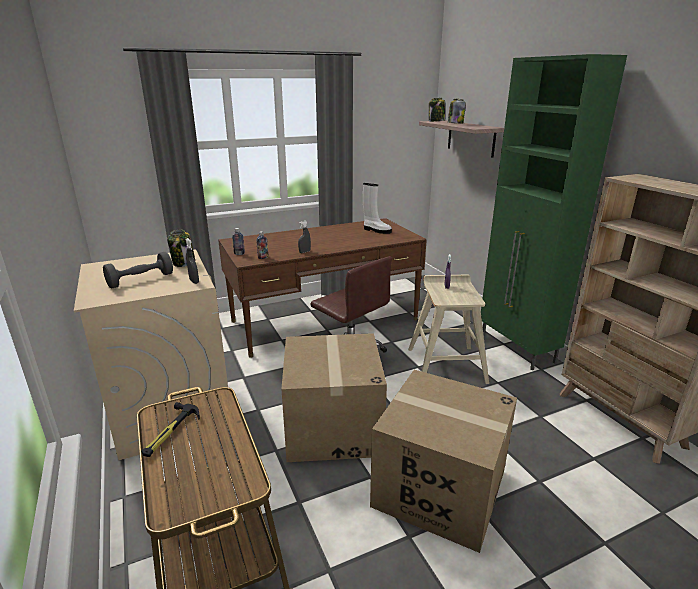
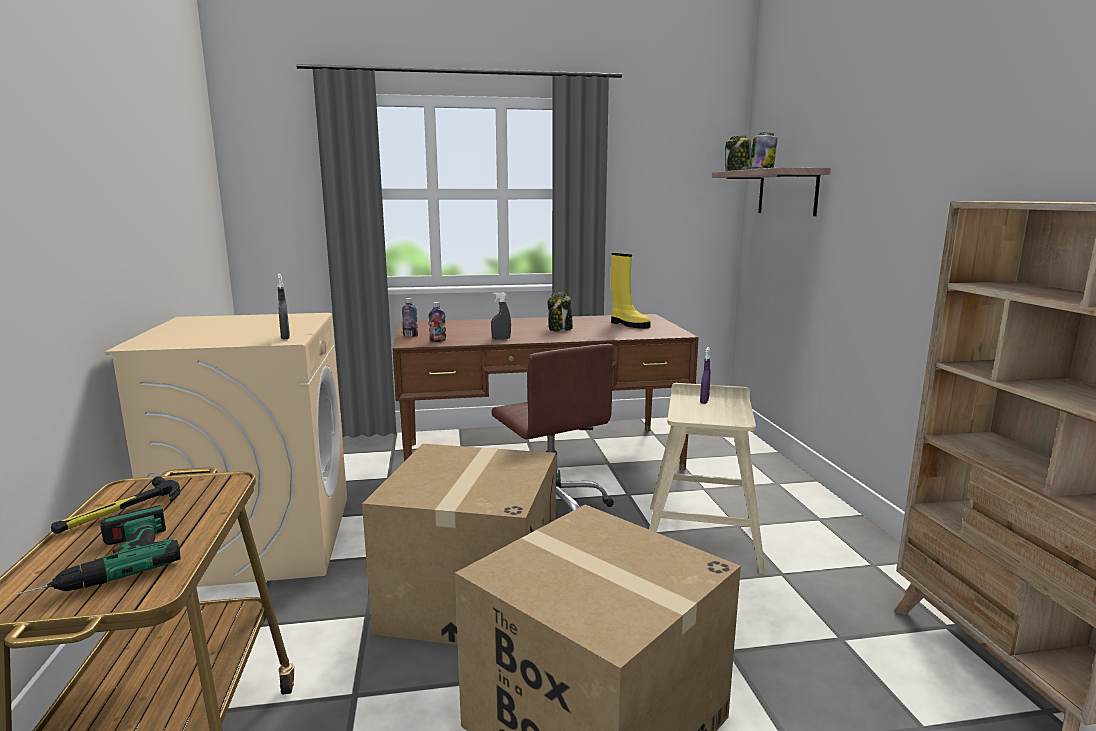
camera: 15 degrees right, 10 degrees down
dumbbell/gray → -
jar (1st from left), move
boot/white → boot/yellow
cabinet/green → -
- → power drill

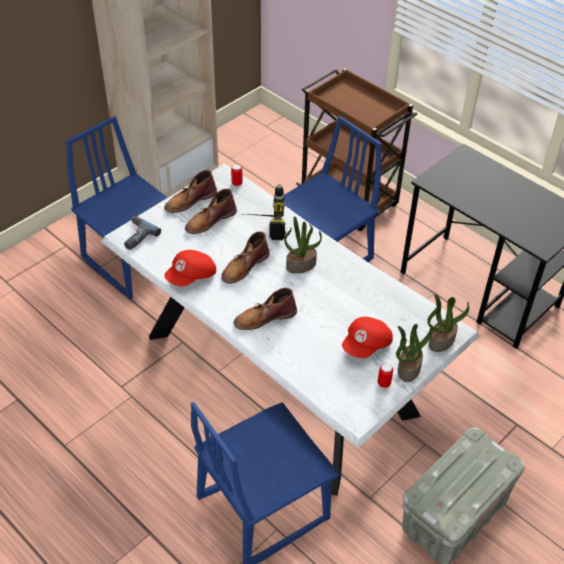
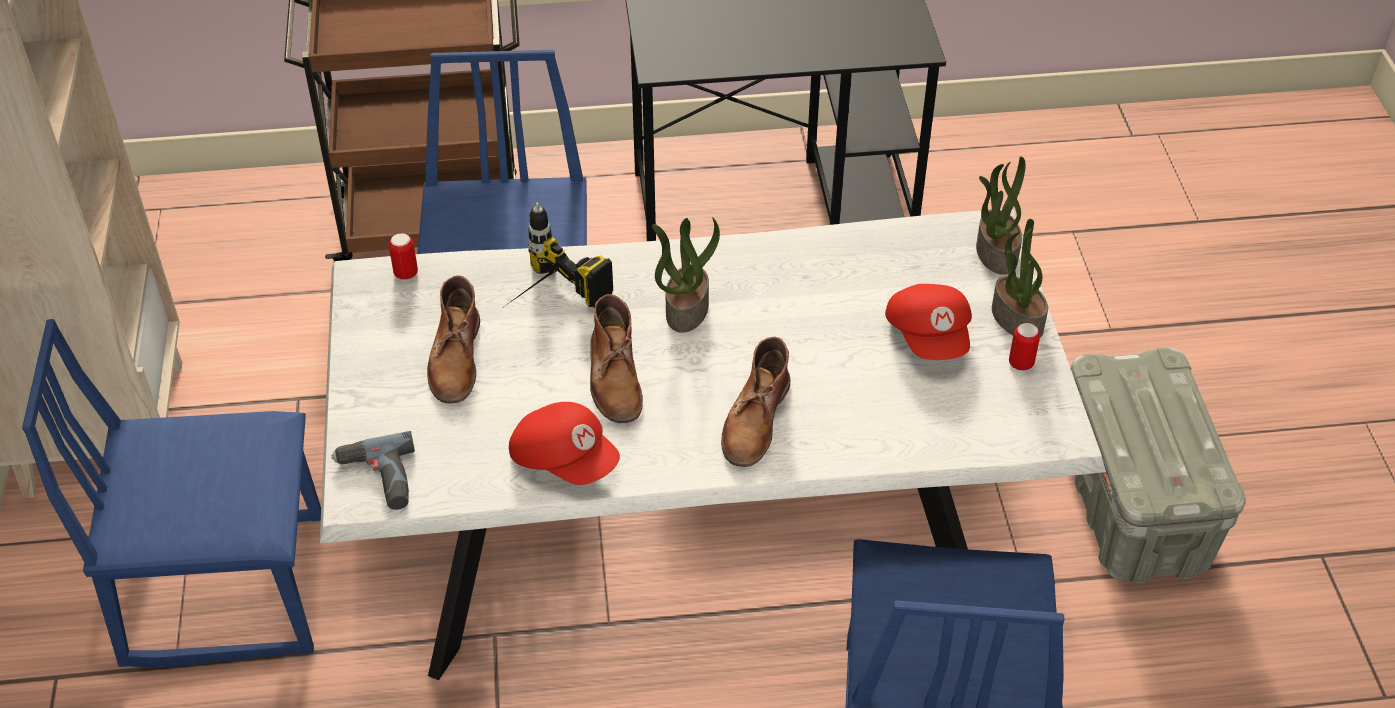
camera: 50 degrees left, 0 degrees up
boot/brown-coloured (1st from left) → -
baseball cap/red (1st from left), 45 degrees counterclockwise

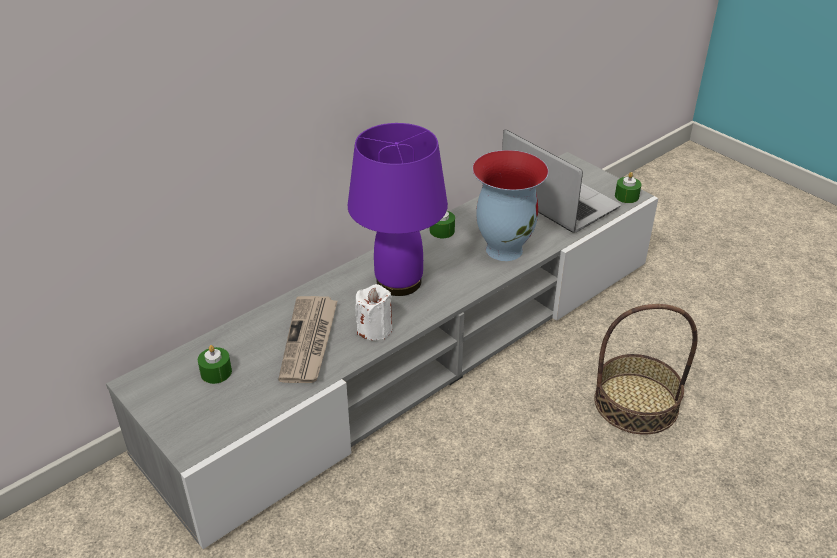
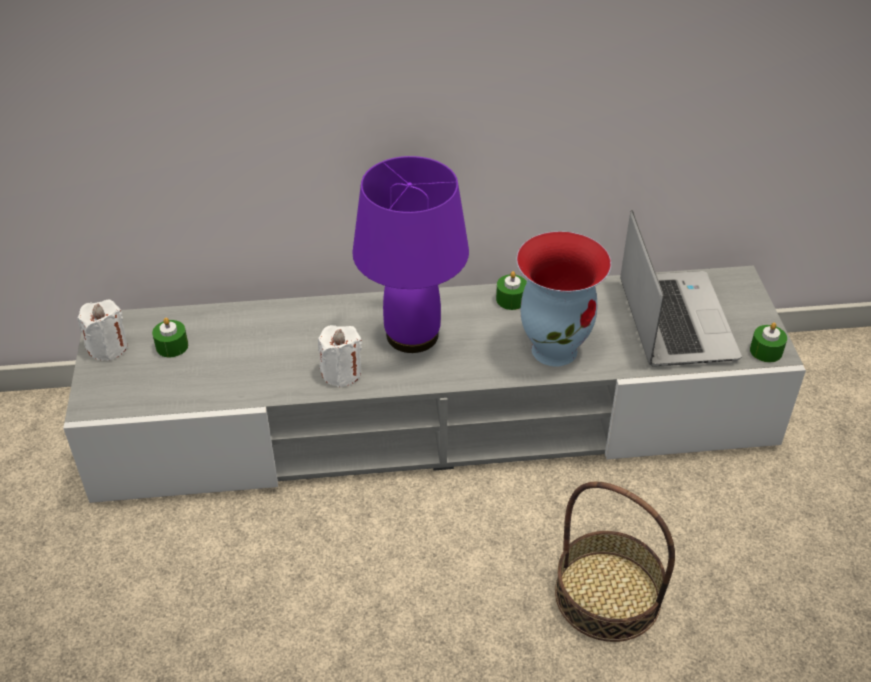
camera: 35 degrees right, 5 degrees up
newspaper → -
- → candle/white (1st from left)

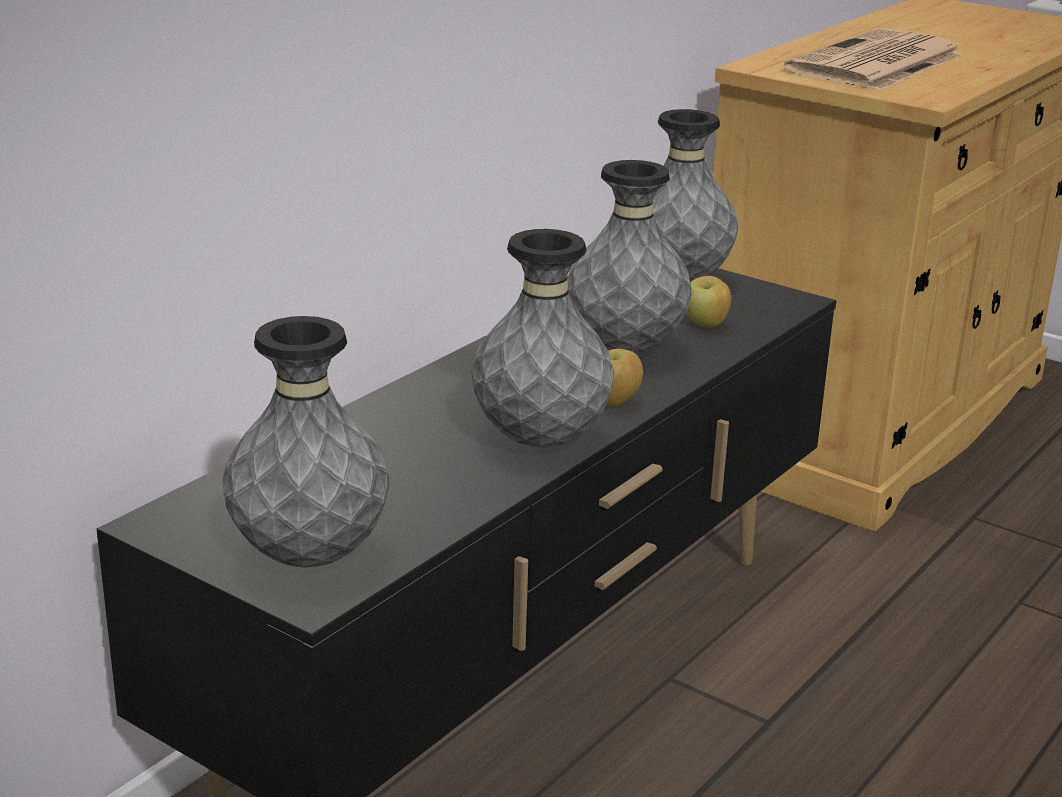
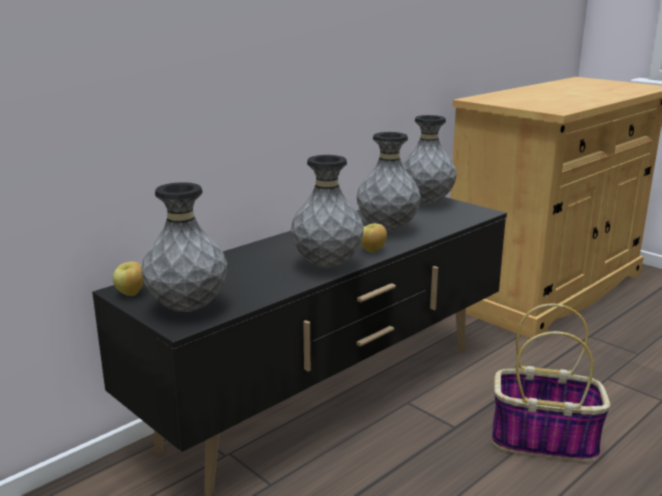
camera: 10 degrees right, 5 degrees down
whole apple (2nd from left in the first image) → whole apple (1st from left), move
newspaper → -
- → storage basket

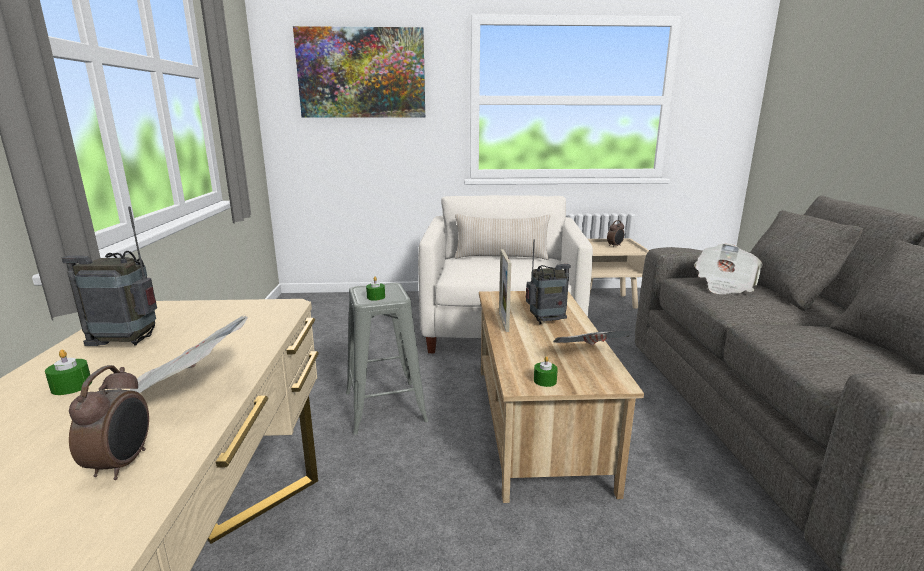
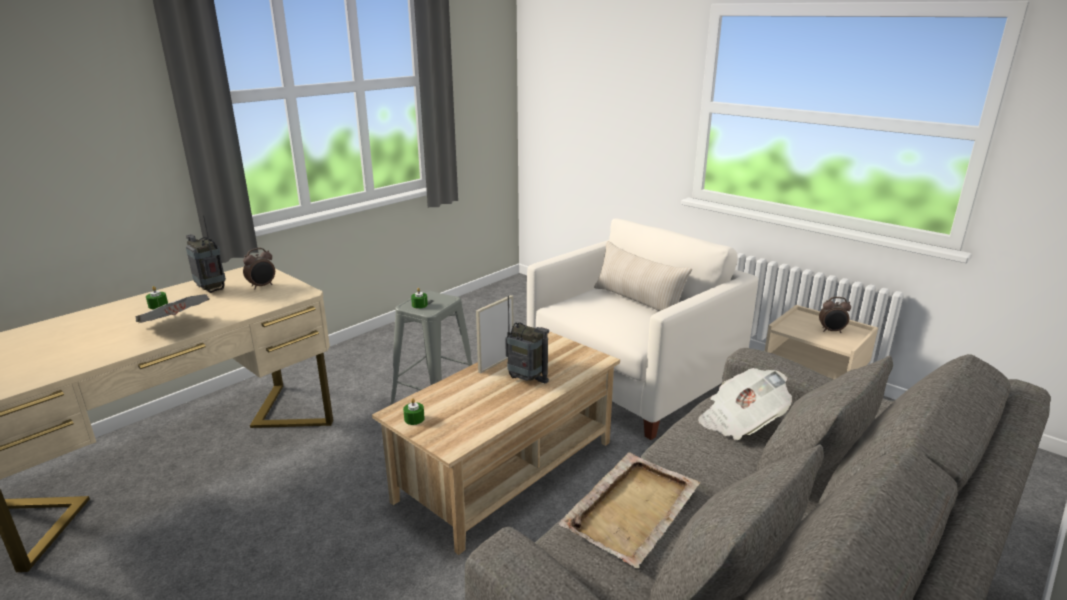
camera: 45 degrees right, 5 degrees up
alarm clock (1st from left), move
wall picture → -
newspaper (2nd from left) → -
- → tray/sand-coloured

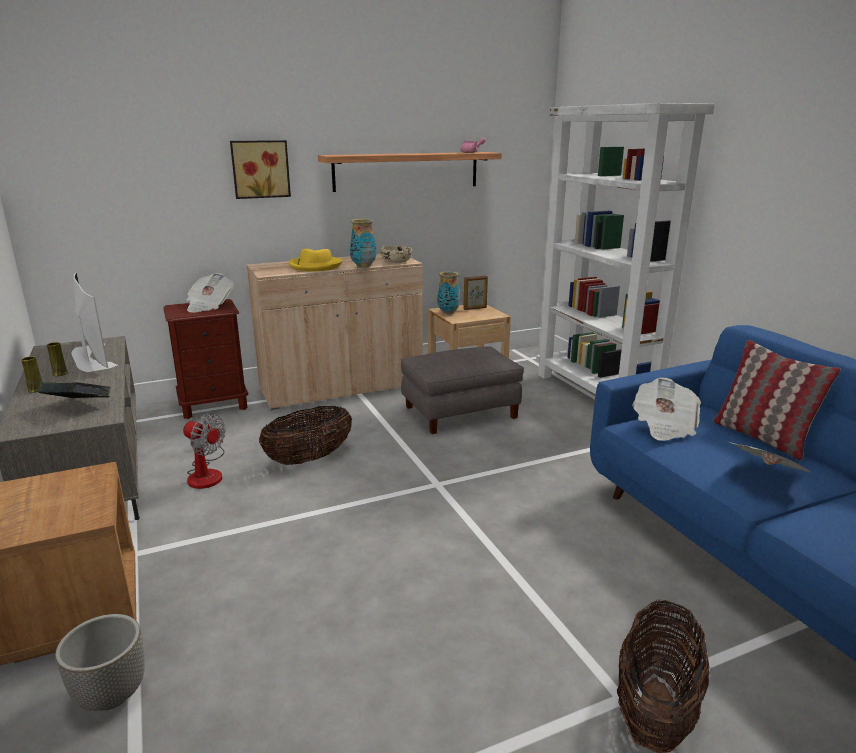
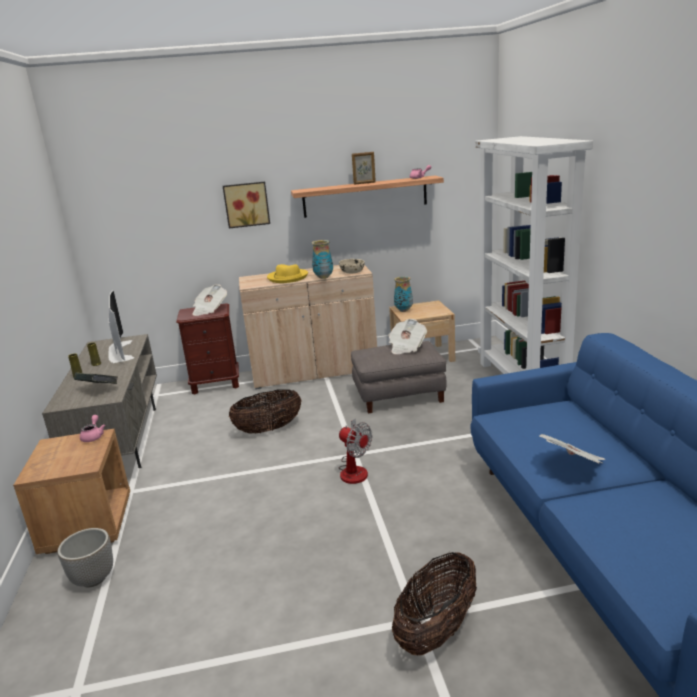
camera: 15 degrees right, 0 degrees up
fan, move
standing frame, move
newspaper (2nd from left), move
pillow → -
- → tea pot/pink (1st from left)

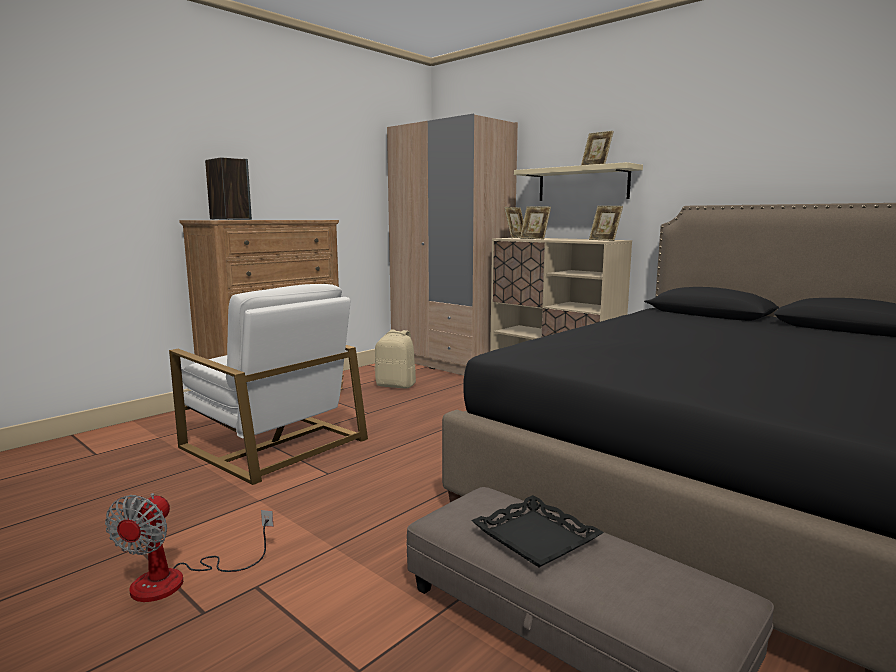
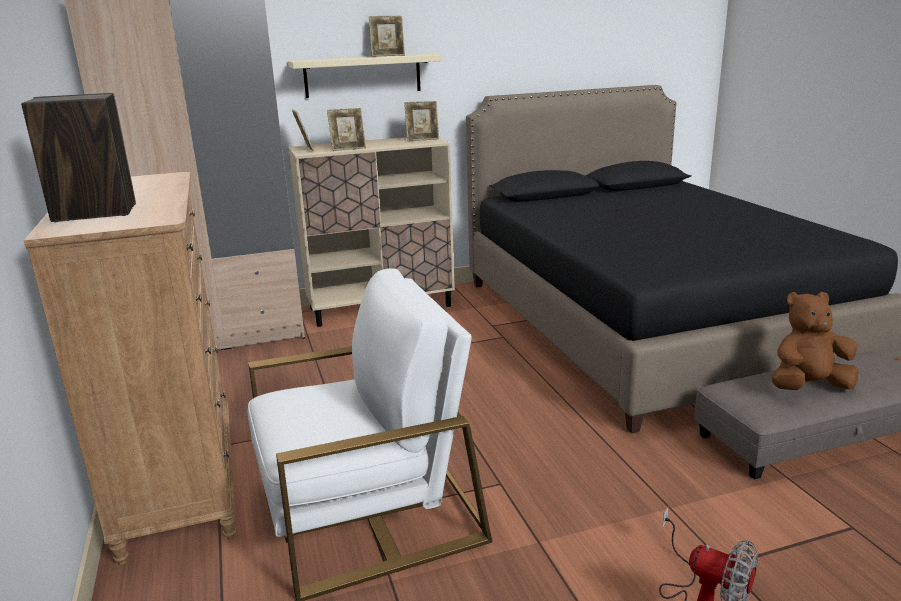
camera: 60 degrees left, 10 degrees up
rucksack/sand-coloured → -
tray/blackish → cuddly toy/brown-coloured

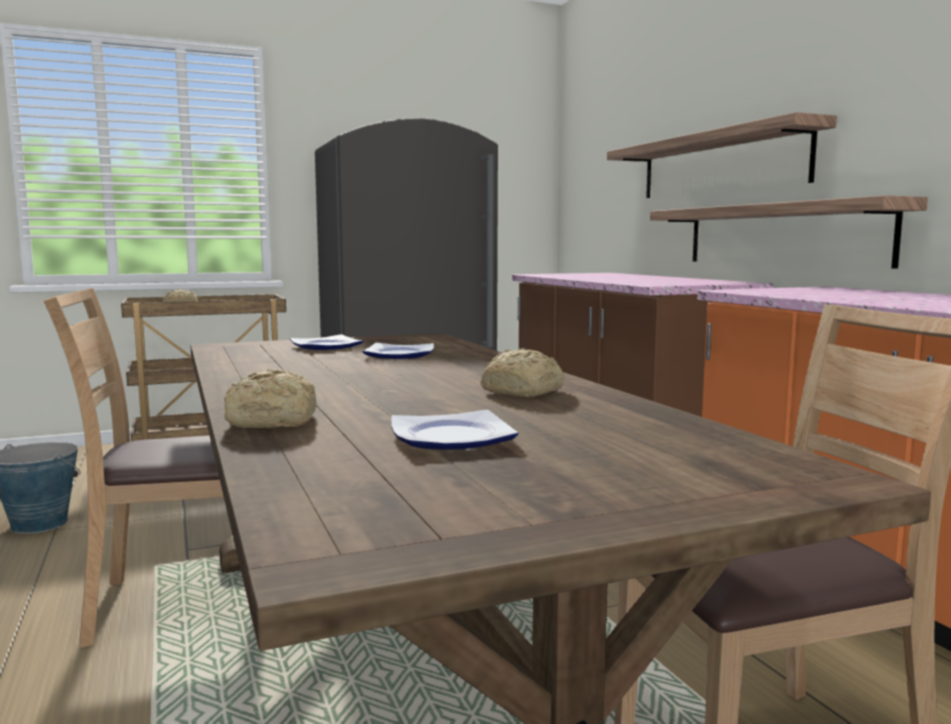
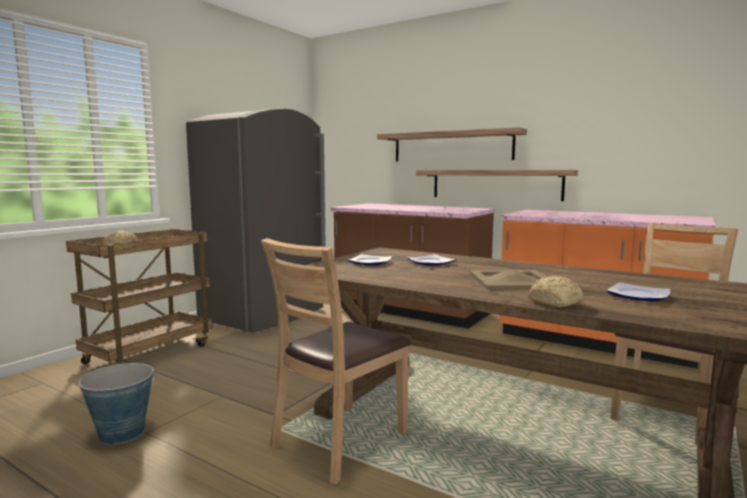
camera: 35 degrees left, 0 degrees up
bread (3rd from left) → -
- → tray/sand-coloured

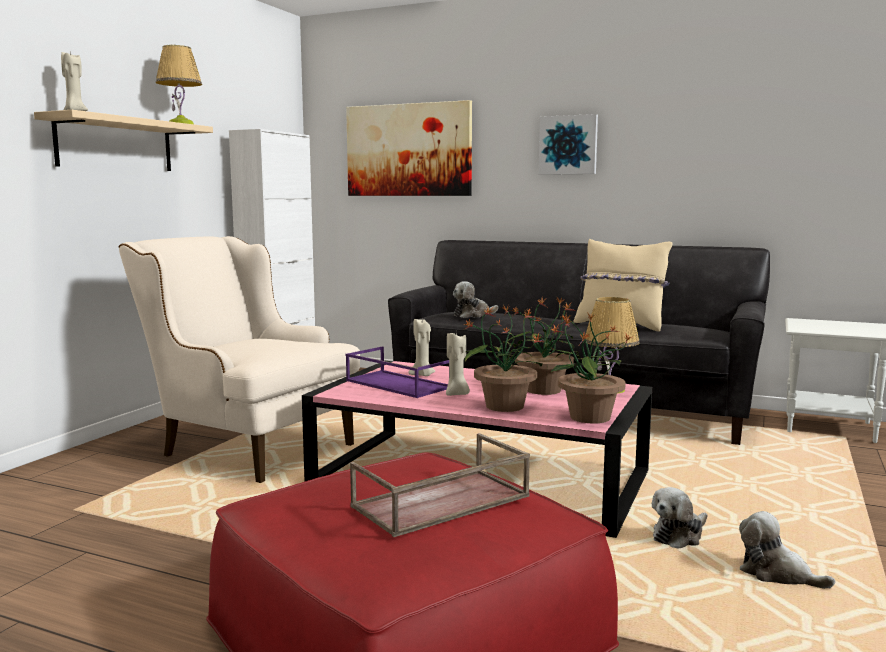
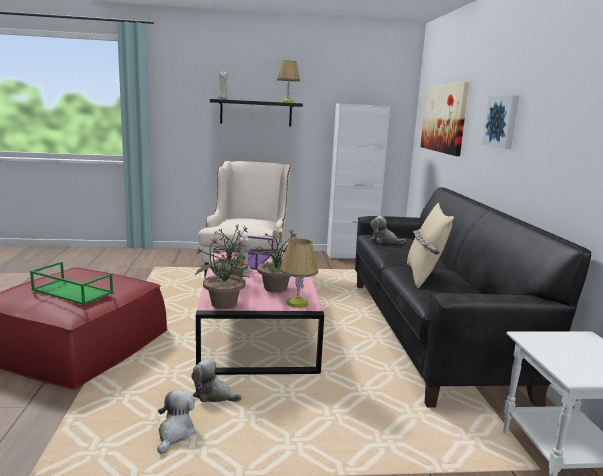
camera: 60 degrees right, 5 degrees up
shelf/sand-coloured → shelf/blackish
tray/brown-coloured → tray/green

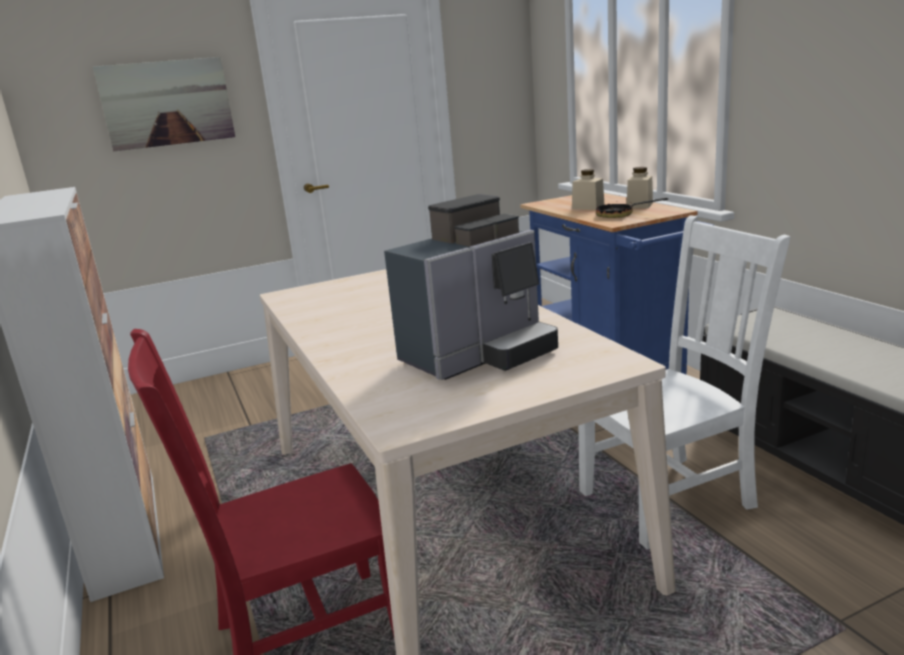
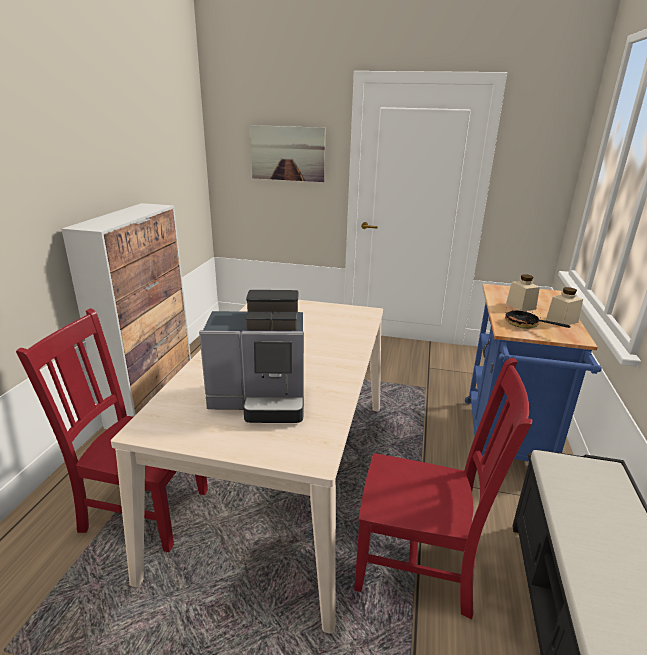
camera: 35 degrees right, 5 degrees up
upright chair/white → upright chair/red (2nd from left)

